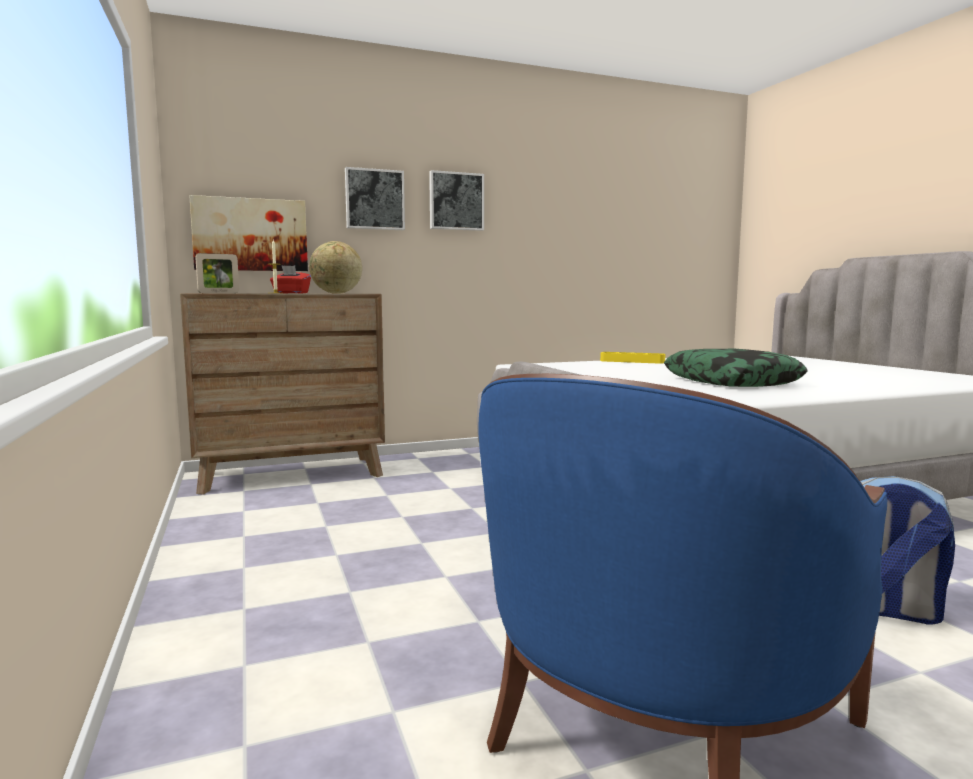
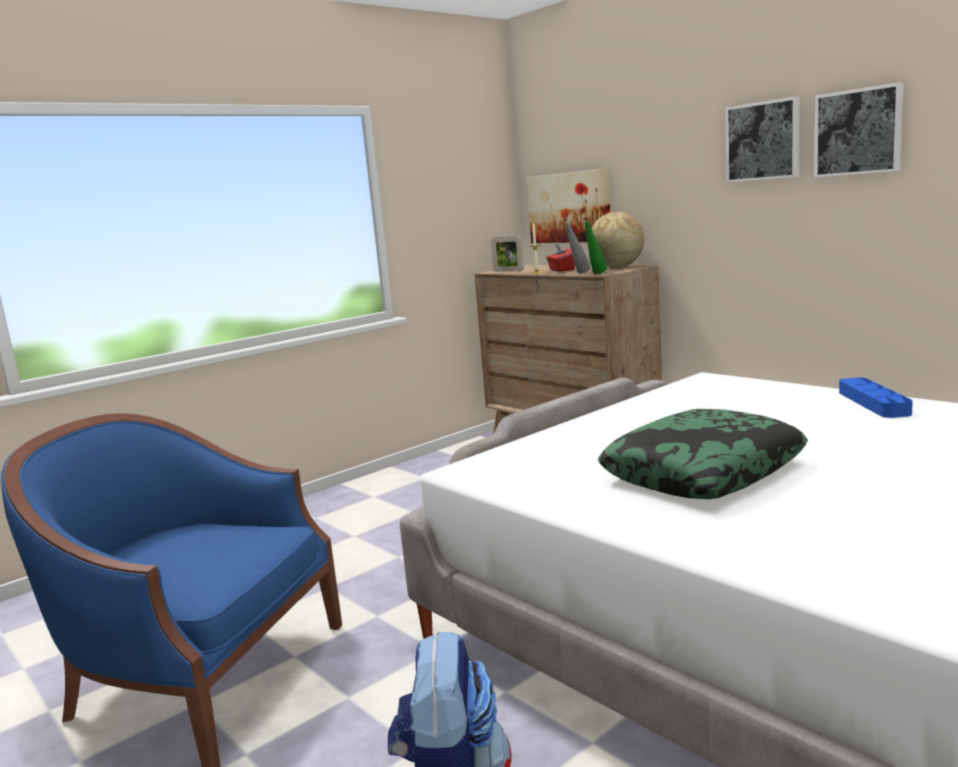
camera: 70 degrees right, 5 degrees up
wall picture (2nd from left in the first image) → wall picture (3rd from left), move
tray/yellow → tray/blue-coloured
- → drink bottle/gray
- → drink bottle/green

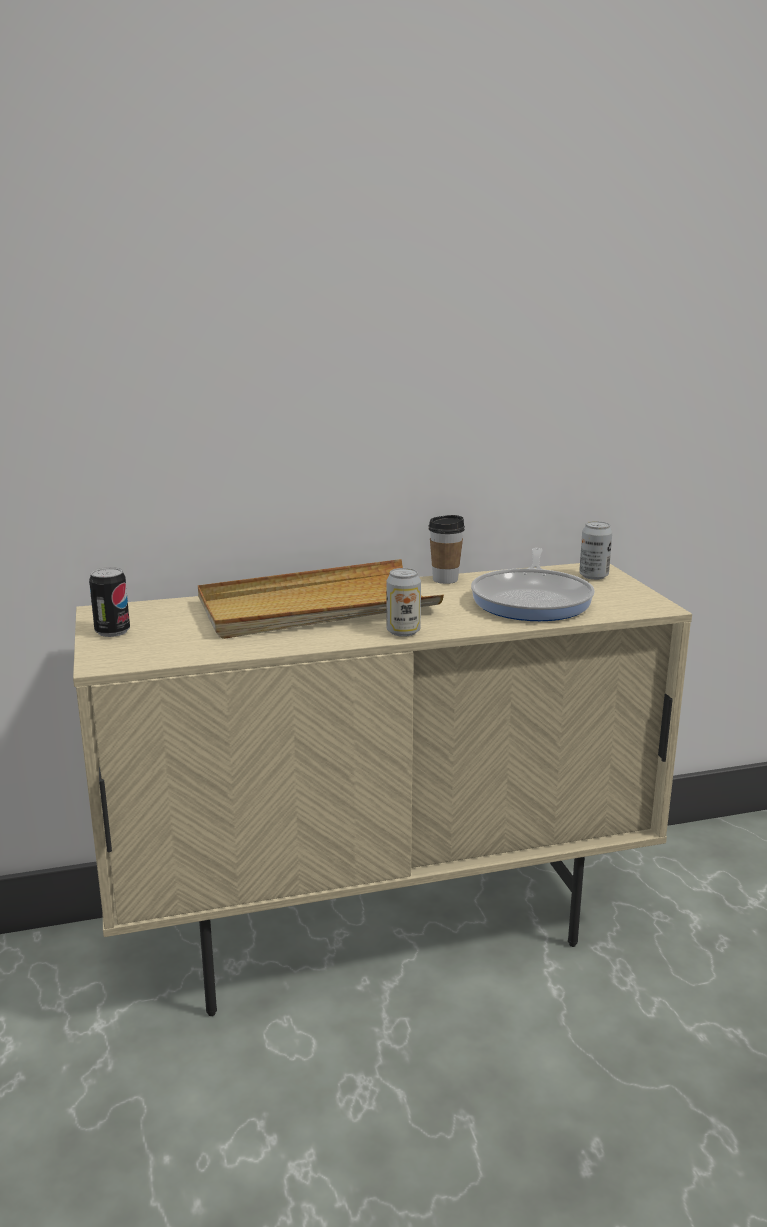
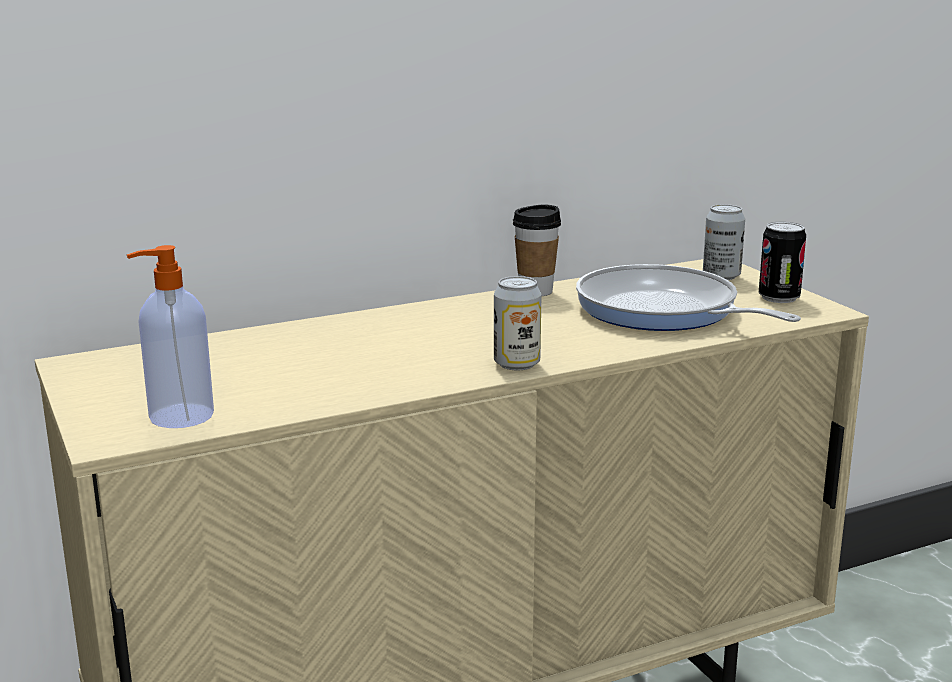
camera: 10 degrees left, 0 degrees up
sealed can (1st from left in the first image) → sealed can (3rd from left), move
tray/sand-coloured → -
skillet, 135 degrees clockwise
- → soap dispenser

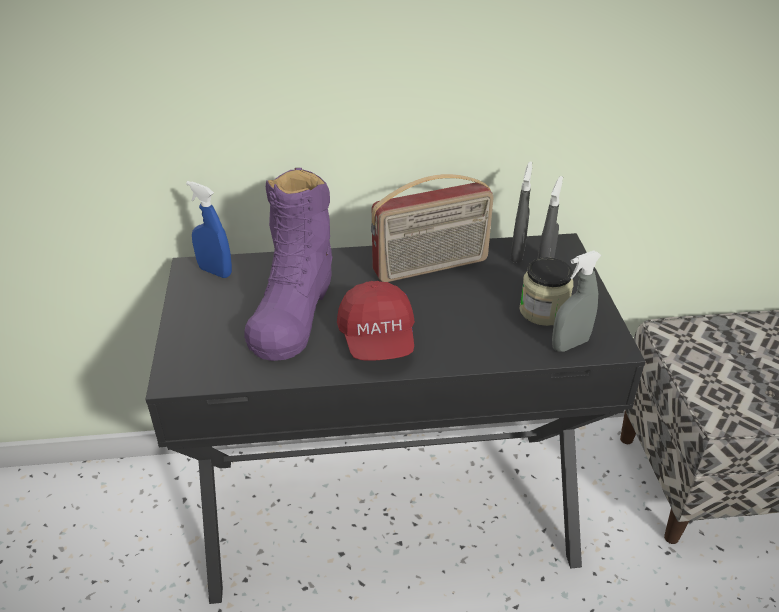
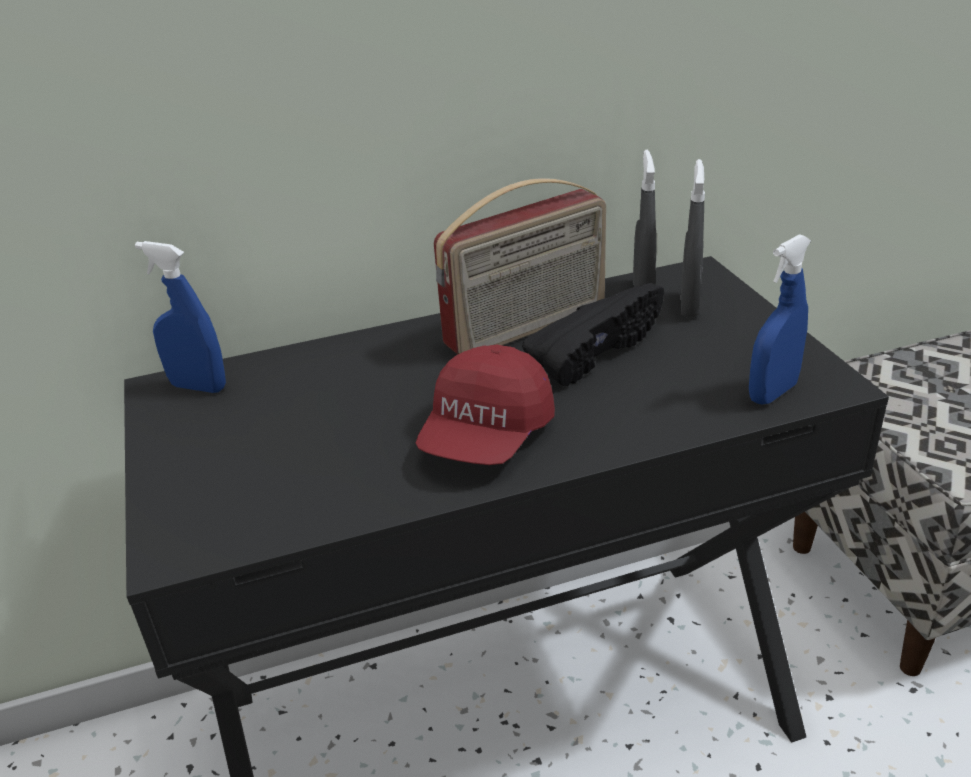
camera: 10 degrees left, 5 degrees down
boot/purplish → -
baseball cap/red, 45 degrees clockwise
jar → -
sprayer/gray (3rd from left) → sprayer/blue-coloured (2nd from left)
- → item of footwear/blackish

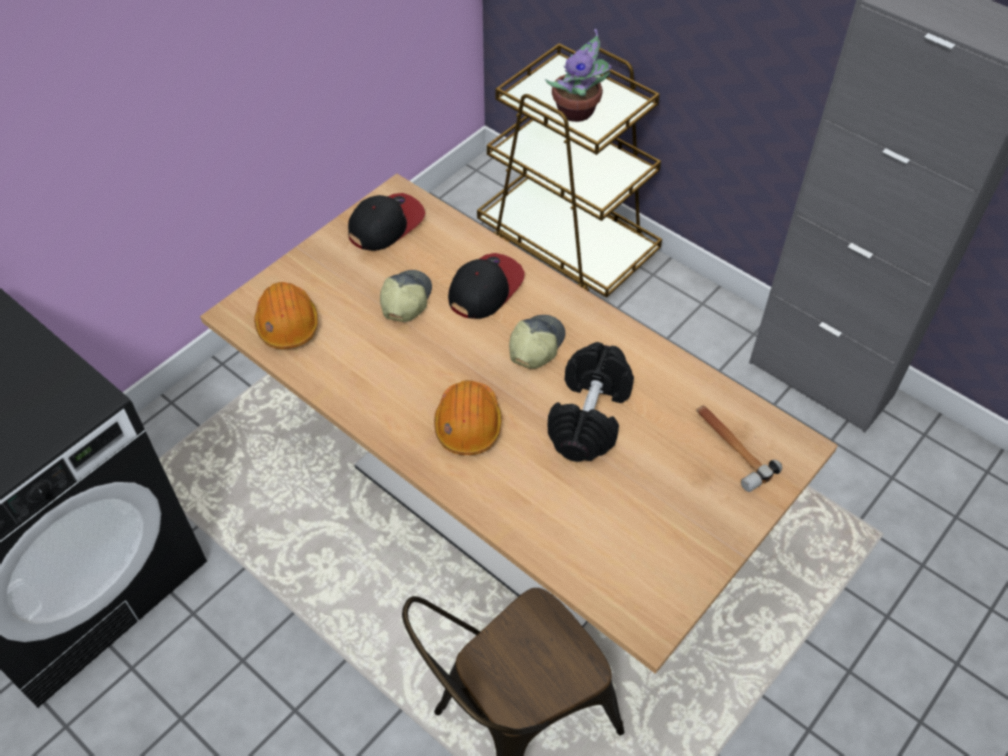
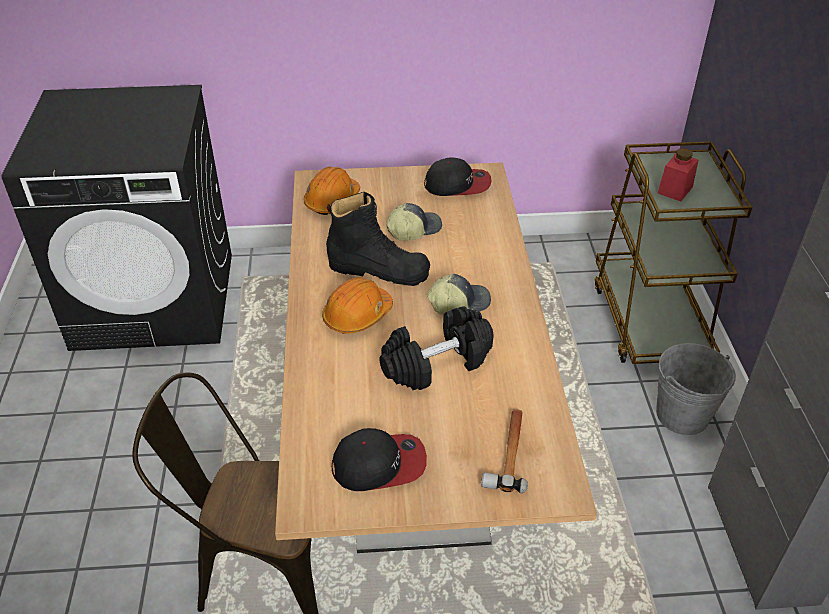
camera: 45 degrees right, 10 degrees down
baseball cap (3rd from left in the first image) → baseball cap (1st from left), move
houseplant → jar/red
- → boot/blackish
- → bucket/gray

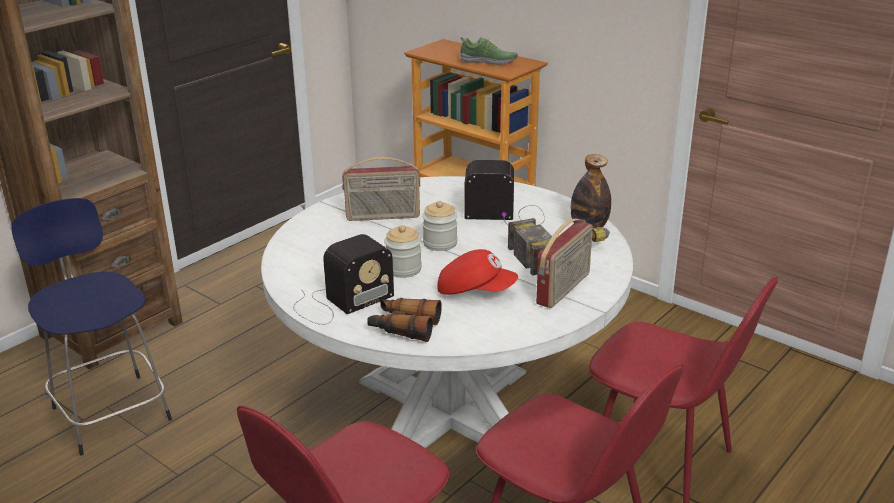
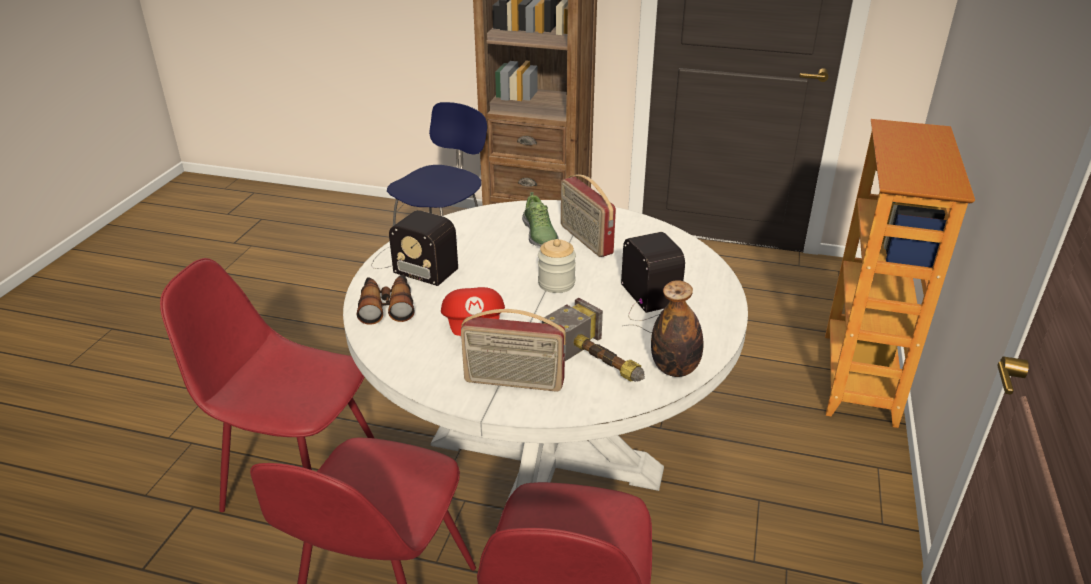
camera: 65 degrees right, 5 degrees up
jar (1st from left) → -
item of footwear, move

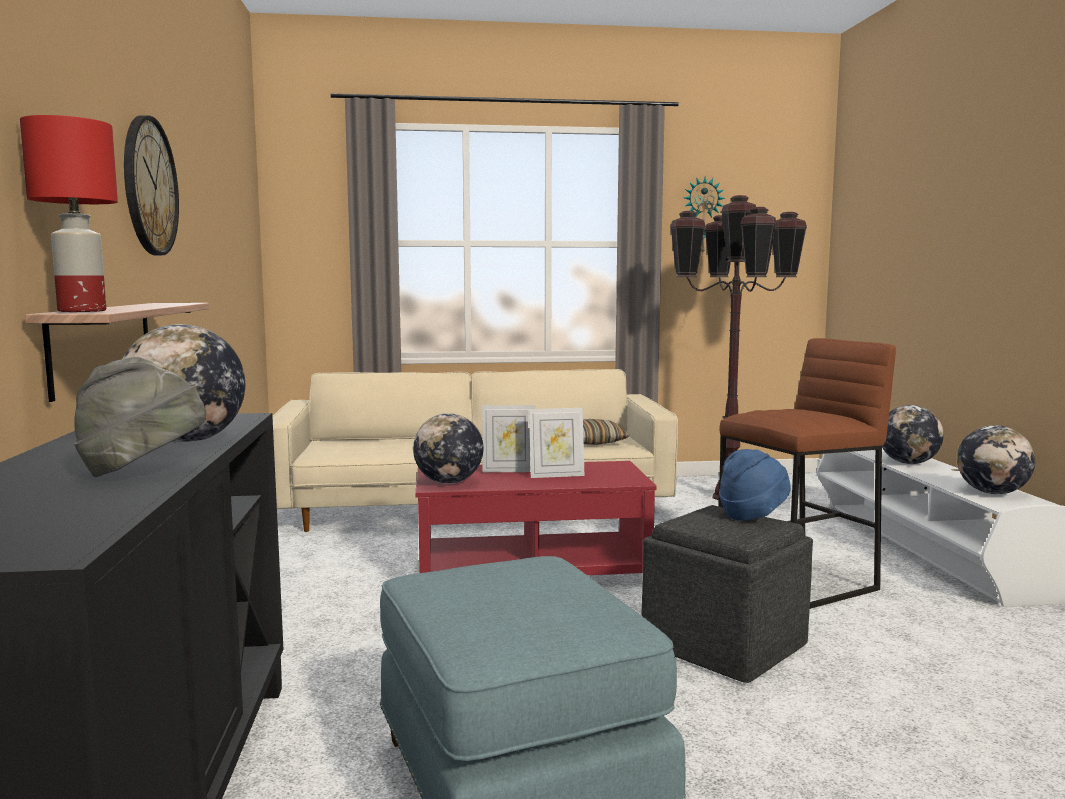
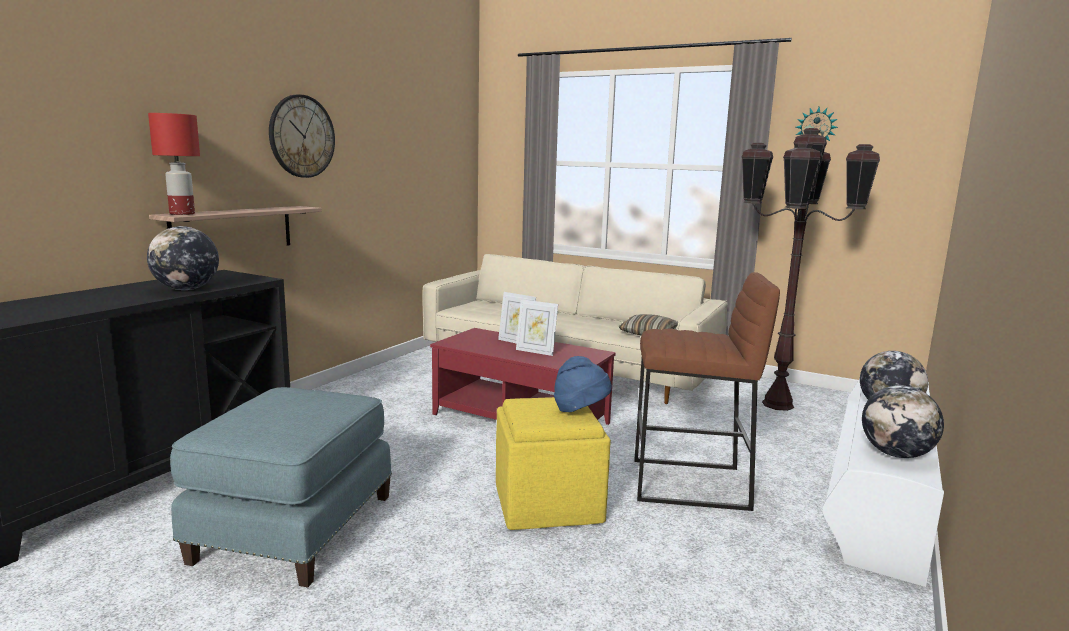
camera: 35 degrees right, 5 degrees up
clothing hat/gray → -
world globe (2nd from left) → -
pouffe/gray → pouffe/yellow

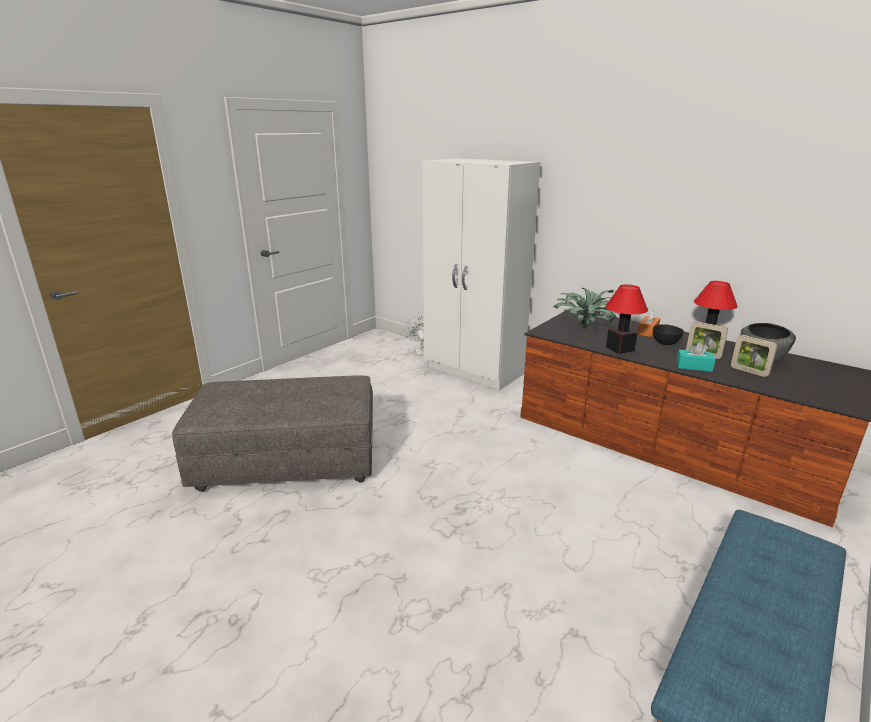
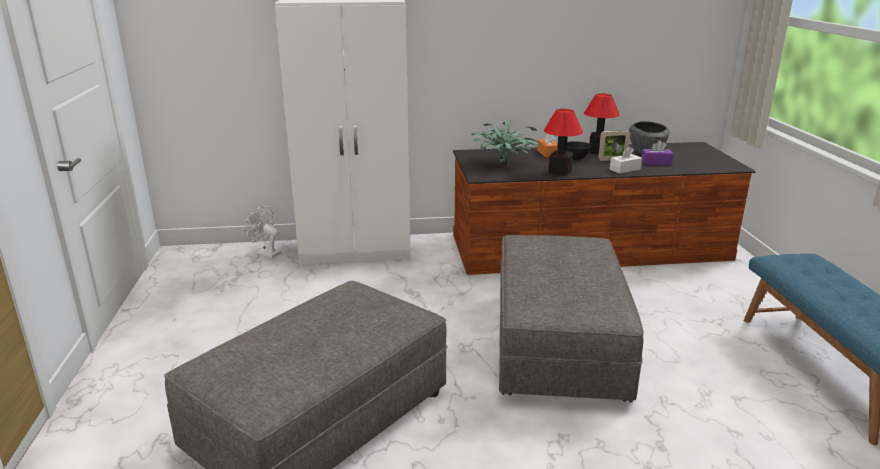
camera: 45 degrees left, 0 degrees up
tissue holder/turquoise-coloured → tissue holder/white
standing frame (2nd from left) → tissue holder/purplish
- → pouffe/gray (2nd from left)

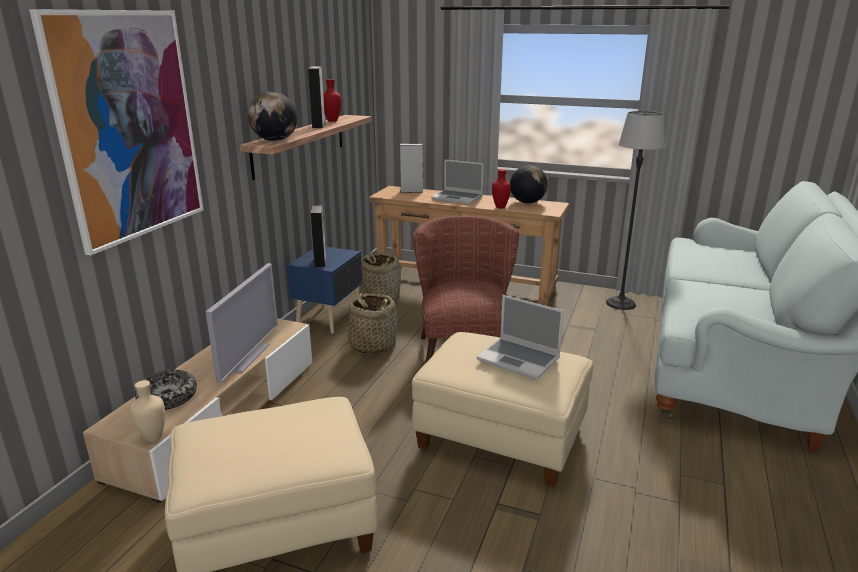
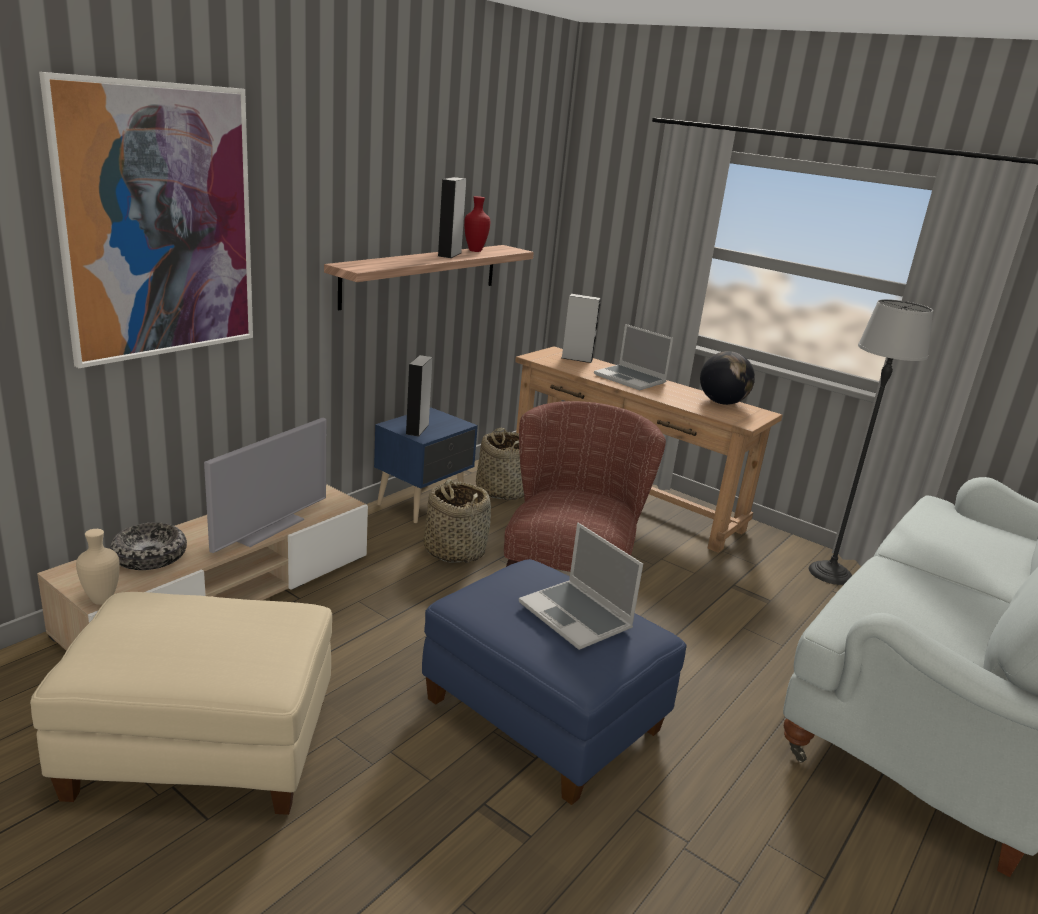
camera: 15 degrees right, 0 degrees up
world globe (1st from left) → -
pouffe/sand-coloured (2nd from left) → pouffe/blue-coloured
decorative vase/red (2nd from left) → -

